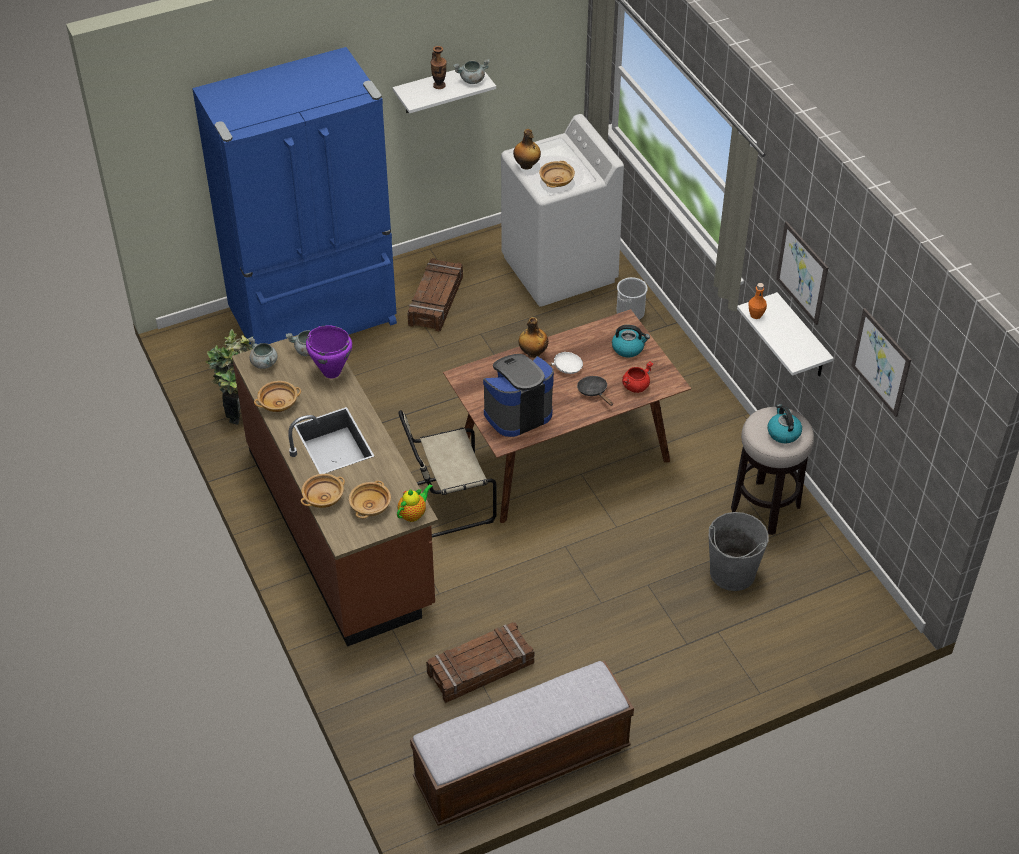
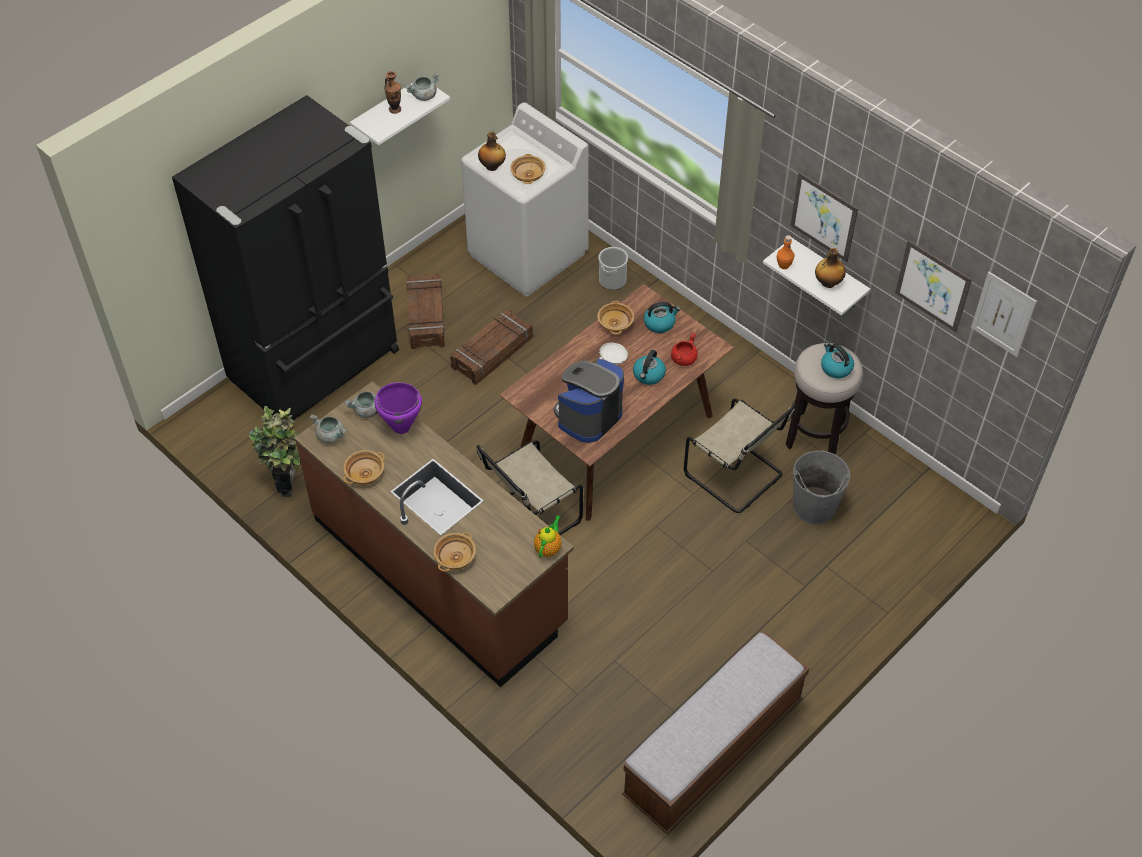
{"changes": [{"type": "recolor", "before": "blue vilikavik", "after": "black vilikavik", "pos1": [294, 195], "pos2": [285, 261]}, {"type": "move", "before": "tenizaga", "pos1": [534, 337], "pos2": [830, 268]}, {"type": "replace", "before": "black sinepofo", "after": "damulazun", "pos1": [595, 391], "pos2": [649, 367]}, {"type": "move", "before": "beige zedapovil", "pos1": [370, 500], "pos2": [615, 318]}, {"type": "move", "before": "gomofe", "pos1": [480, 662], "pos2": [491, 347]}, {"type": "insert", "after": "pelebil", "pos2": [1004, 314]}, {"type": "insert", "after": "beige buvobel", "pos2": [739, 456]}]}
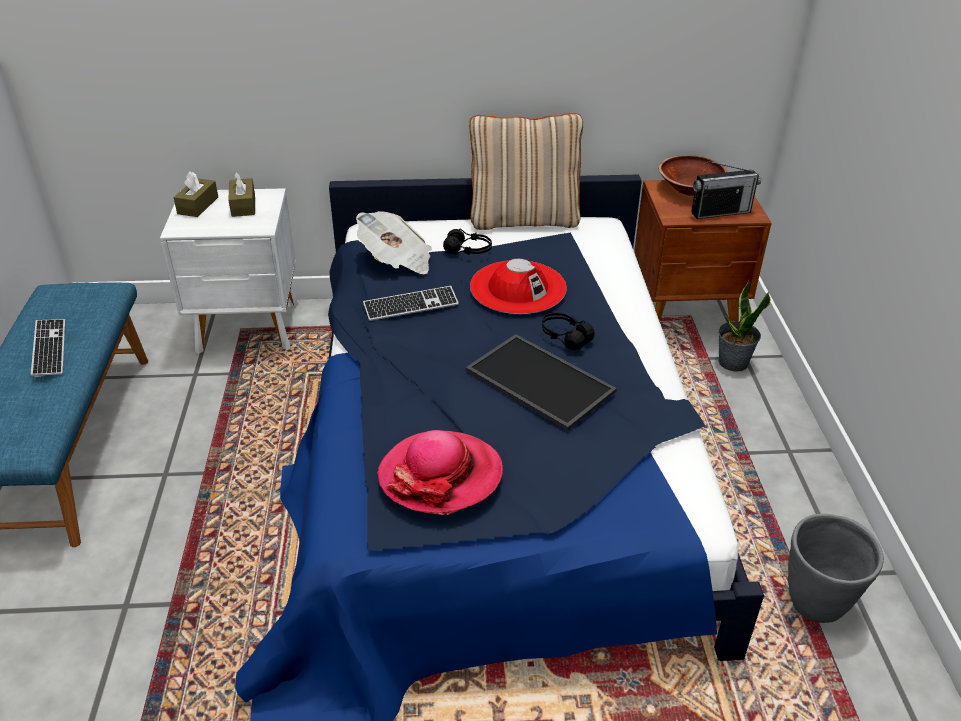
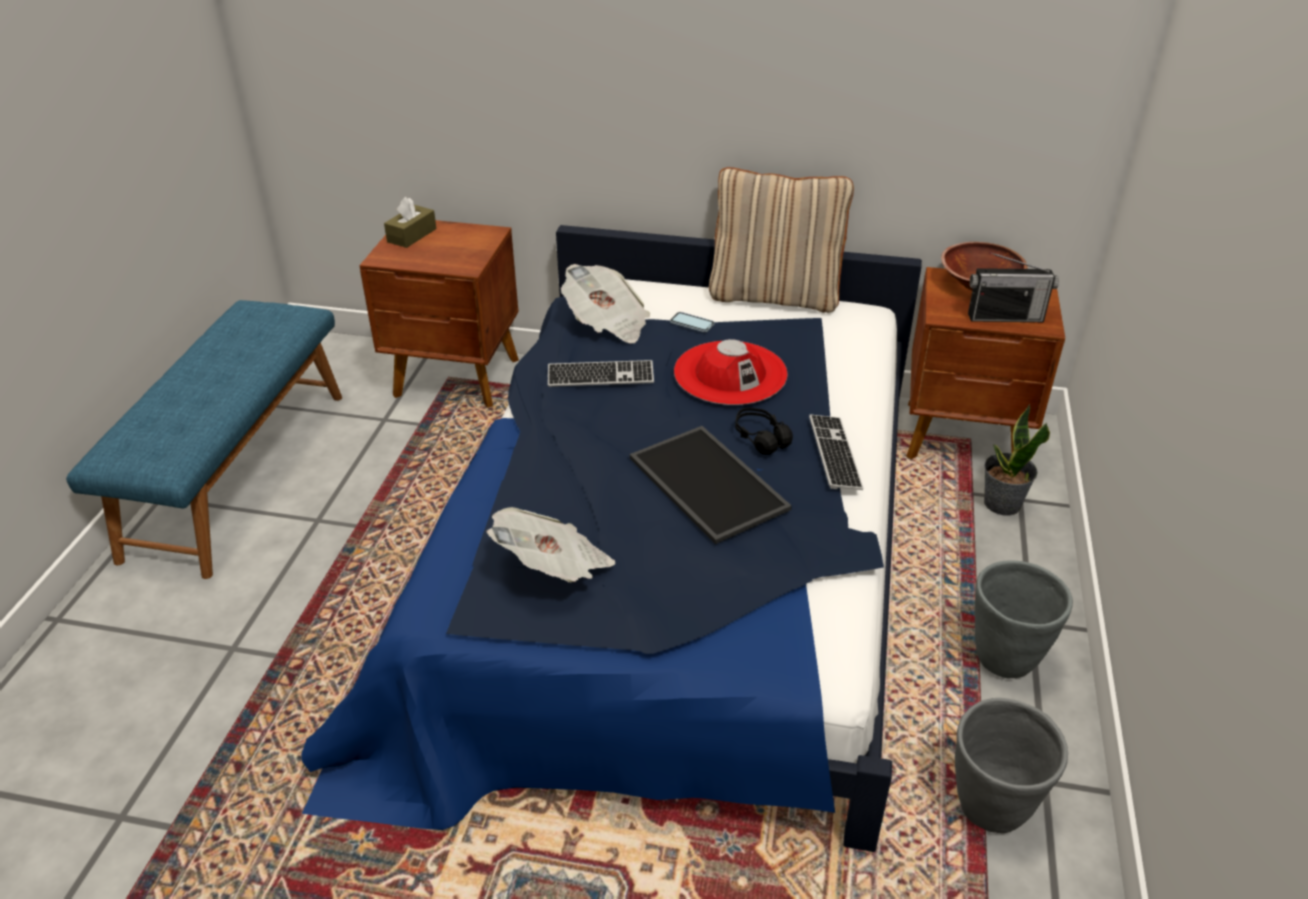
{"changes": [{"type": "delete", "before": "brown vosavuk", "pos1": [241, 194]}, {"type": "recolor", "before": "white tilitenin", "after": "brown tilitenin", "pos1": [229, 271], "pos2": [439, 314]}, {"type": "replace", "before": "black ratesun", "after": "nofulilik", "pos1": [467, 242], "pos2": [692, 322]}, {"type": "move", "before": "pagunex", "pos1": [48, 348], "pos2": [836, 452]}, {"type": "replace", "before": "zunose", "after": "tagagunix", "pos1": [440, 472], "pos2": [550, 544]}, {"type": "insert", "after": "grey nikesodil", "pos2": [1024, 619]}]}
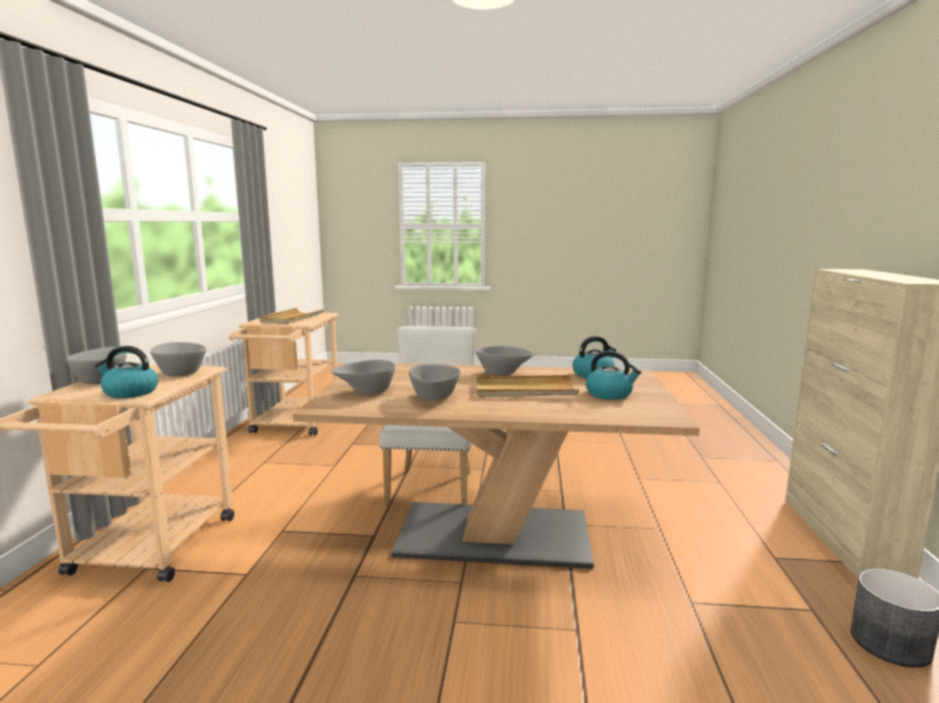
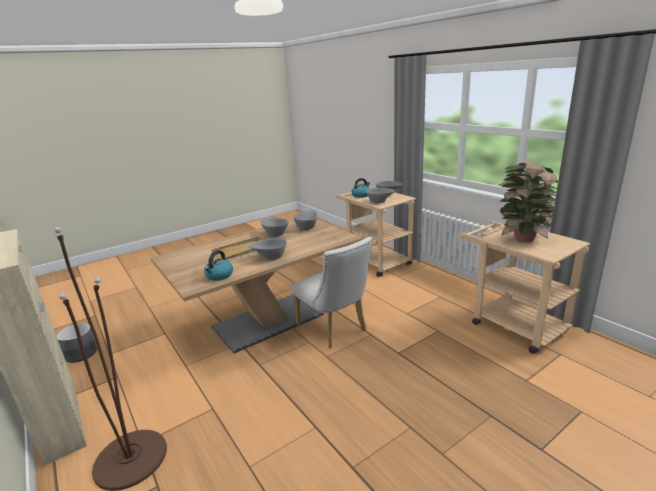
{"changes": [{"type": "replace", "before": "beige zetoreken", "after": "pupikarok", "pos1": [292, 316], "pos2": [530, 201]}, {"type": "delete", "before": "damulazun", "pos1": [614, 375]}, {"type": "insert", "after": "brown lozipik", "pos2": [110, 359]}]}
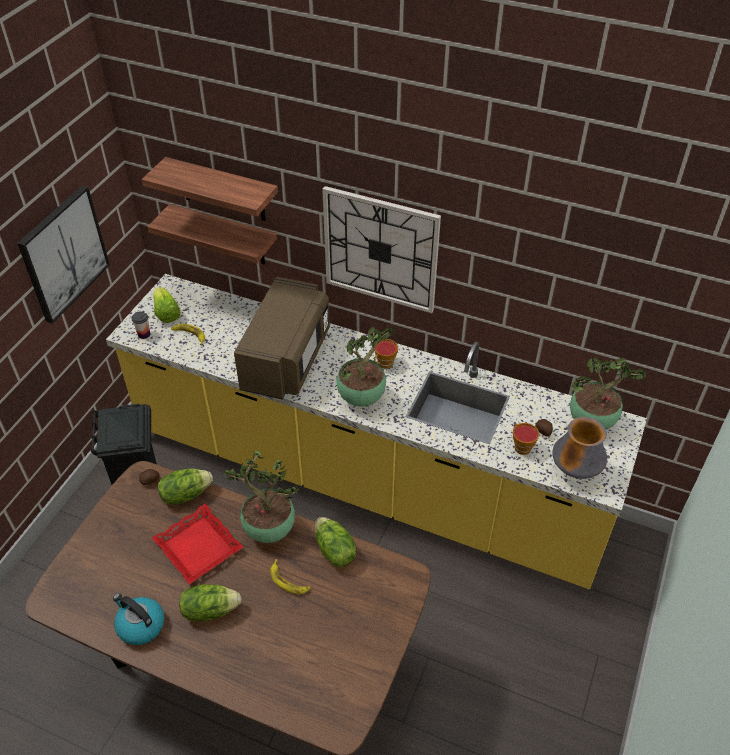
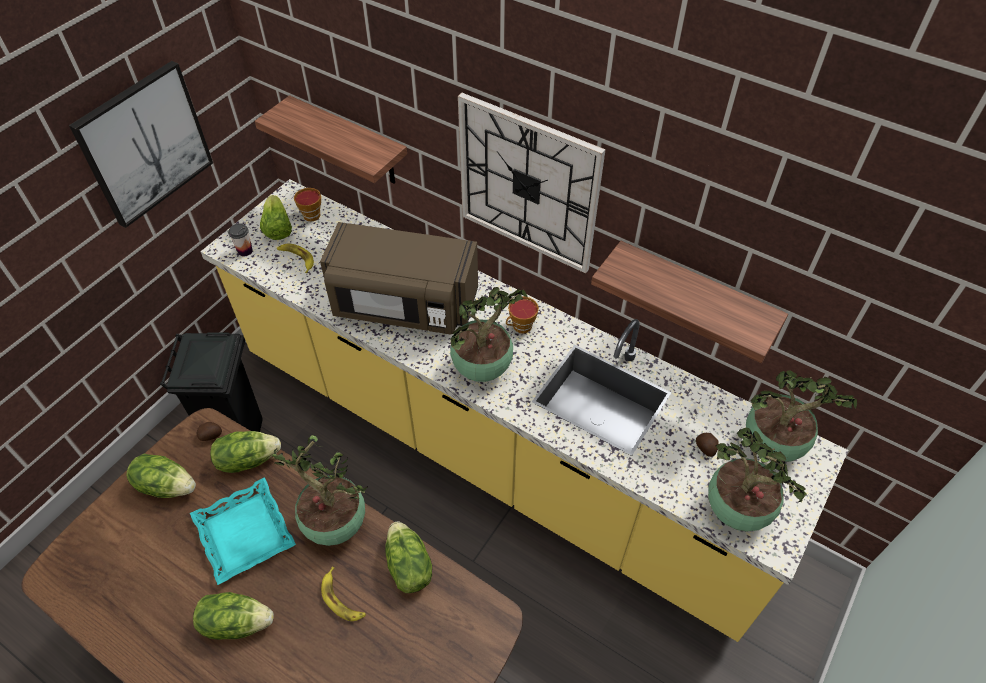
{"changes": [{"type": "move", "before": "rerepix", "pos1": [210, 189], "pos2": [689, 302]}, {"type": "rotate", "before": "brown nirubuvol", "pos1": [282, 338], "pos2": [399, 278], "turn": 75}, {"type": "replace", "before": "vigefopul", "after": "pupikarok", "pos1": [579, 448], "pos2": [758, 480]}, {"type": "move", "before": "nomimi", "pos1": [526, 439], "pos2": [307, 204]}, {"type": "recolor", "before": "red zetoreken", "after": "turquoise zetoreken", "pos1": [197, 544], "pos2": [243, 531]}, {"type": "delete", "before": "damulazun", "pos1": [138, 619]}, {"type": "insert", "after": "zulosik", "pos2": [161, 476]}]}
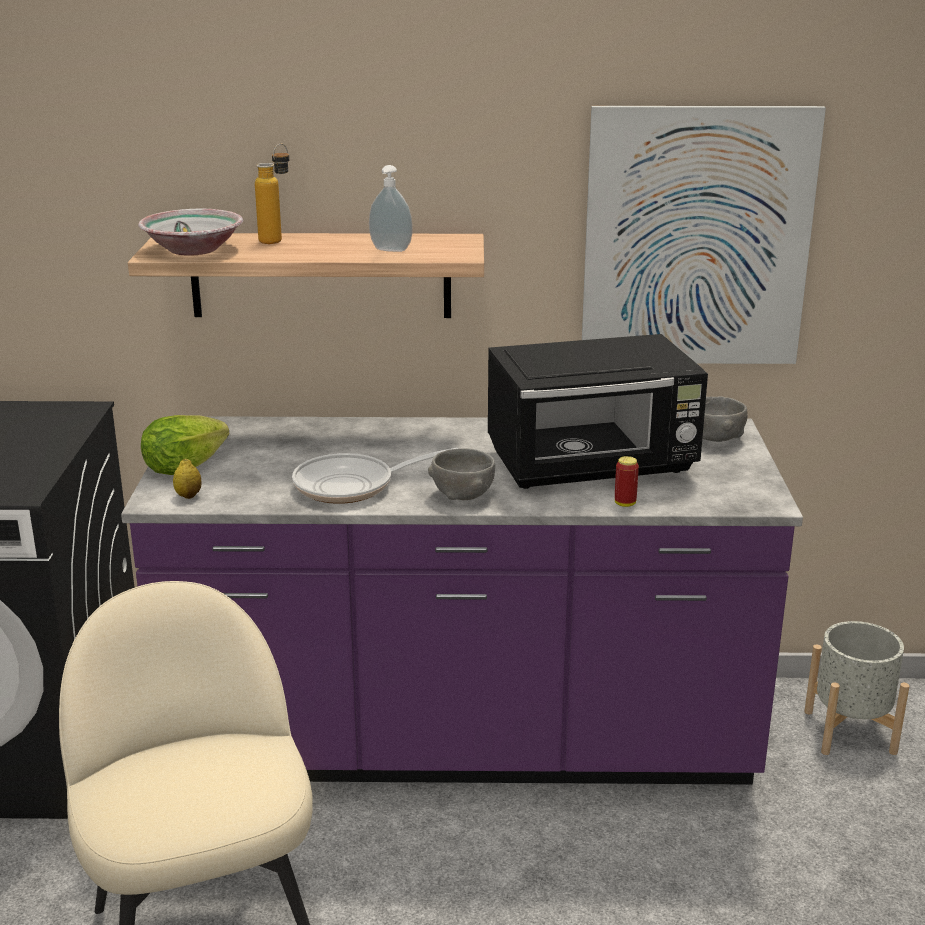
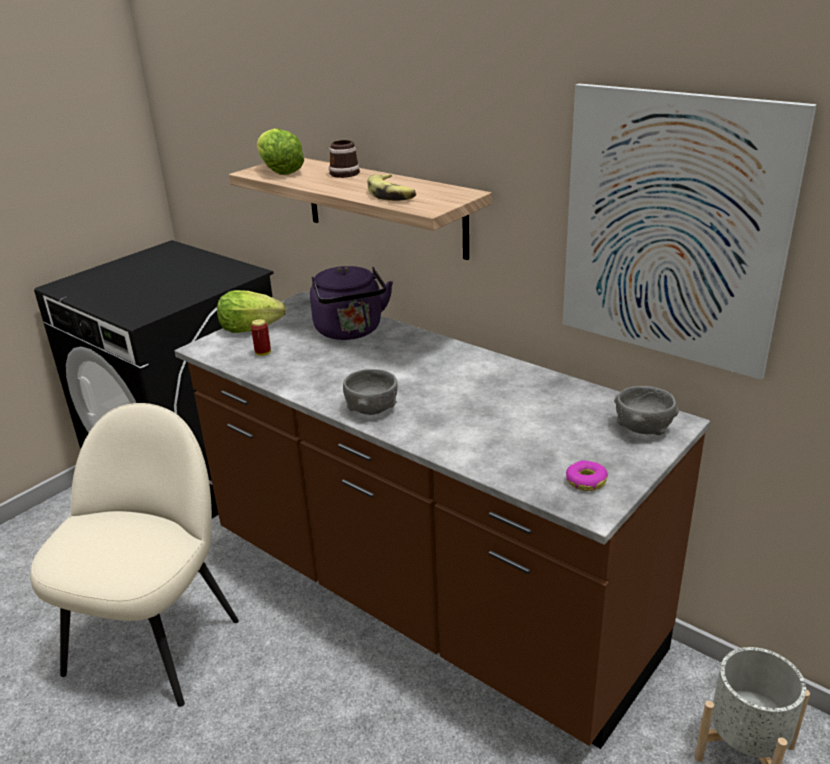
{"changes": [{"type": "replace", "before": "tenizaga", "after": "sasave", "pos1": [272, 194], "pos2": [344, 159]}, {"type": "replace", "before": "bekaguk", "after": "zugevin", "pos1": [391, 208], "pos2": [391, 187]}, {"type": "replace", "before": "zedapovil", "after": "zulosik", "pos1": [190, 232], "pos2": [280, 151]}, {"type": "delete", "before": "black nirubuvol", "pos1": [598, 411]}, {"type": "recolor", "before": "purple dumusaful", "after": "brown dumusaful", "pos1": [462, 600], "pos2": [442, 520]}, {"type": "delete", "before": "sinepofo", "pos1": [375, 475]}, {"type": "move", "before": "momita", "pos1": [627, 481], "pos2": [261, 337]}, {"type": "delete", "before": "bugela", "pos1": [187, 479]}, {"type": "insert", "after": "purple damulazun", "pos2": [351, 303]}, {"type": "insert", "after": "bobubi", "pos2": [587, 475]}]}
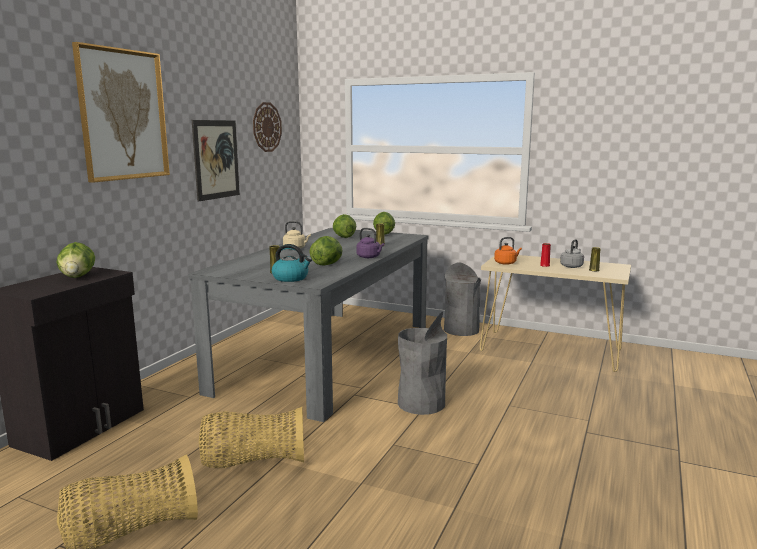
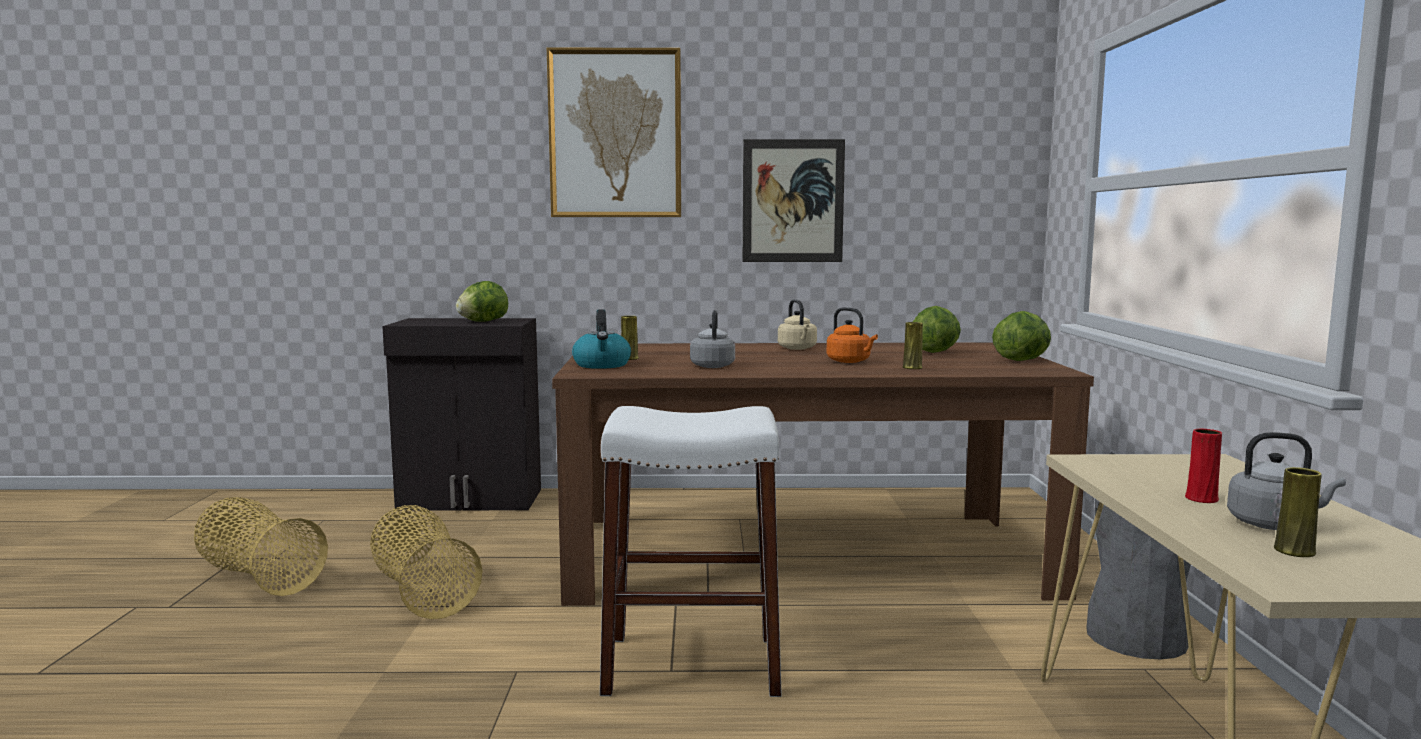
{"changes": [{"type": "delete", "before": "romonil", "pos1": [267, 127]}, {"type": "recolor", "before": "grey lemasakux", "after": "brown lemasakux", "pos1": [308, 325], "pos2": [823, 474]}, {"type": "delete", "before": "purple damulazun", "pos1": [370, 243]}, {"type": "replace", "before": "zulosik", "after": "grey damulazun", "pos1": [326, 250], "pos2": [712, 339]}, {"type": "move", "before": "orange damulazun", "pos1": [508, 251], "pos2": [852, 335]}, {"type": "replace", "before": "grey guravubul", "after": "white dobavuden", "pos1": [422, 363], "pos2": [691, 551]}]}
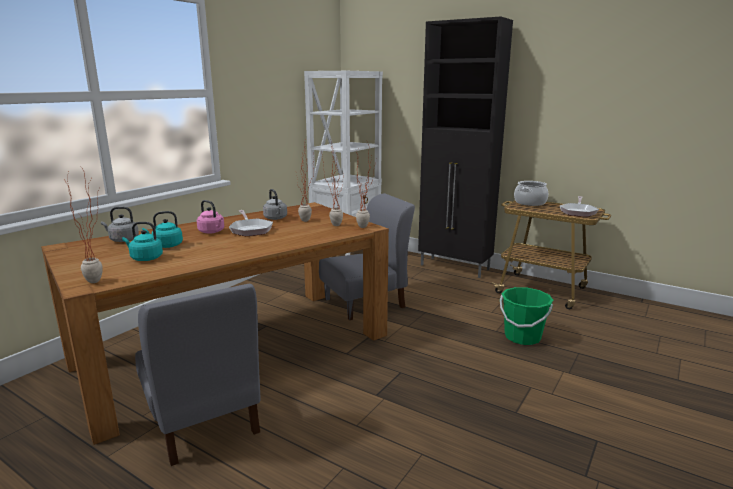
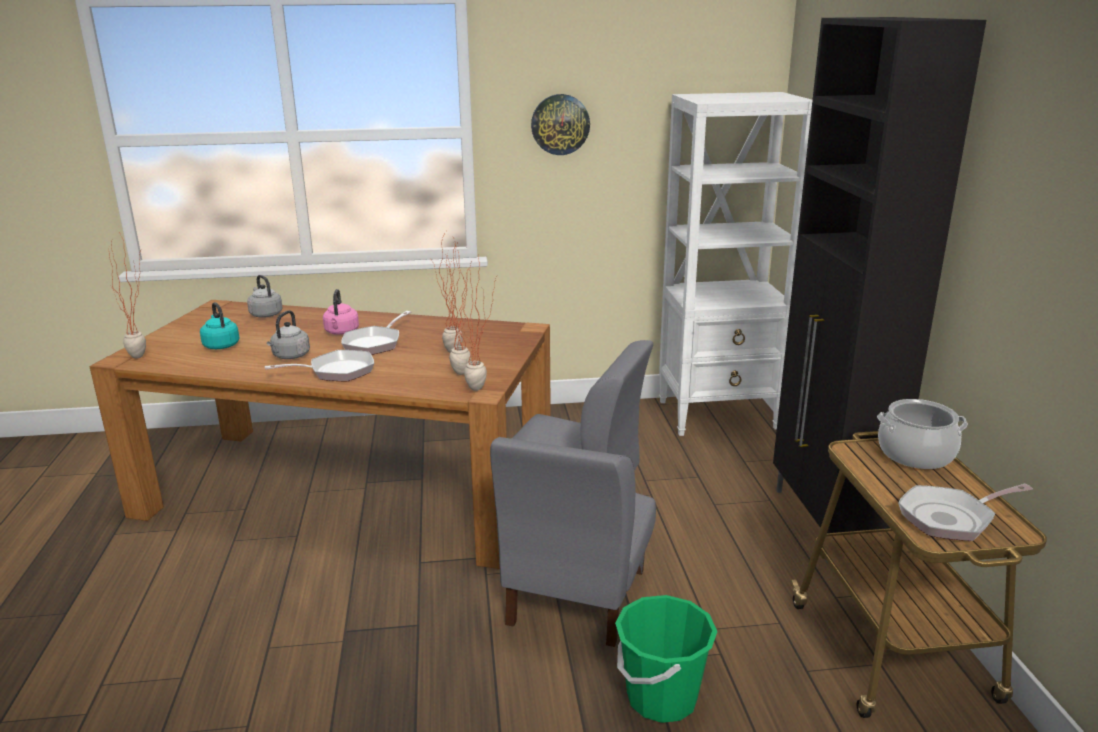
{"changes": [{"type": "move", "before": "grey damulazun", "pos1": [275, 204], "pos2": [288, 334]}, {"type": "delete", "before": "turquoise damulazun", "pos1": [162, 229]}, {"type": "move", "before": "grey buvobel", "pos1": [198, 374], "pos2": [573, 542]}, {"type": "insert", "after": "romonil", "pos2": [560, 124]}, {"type": "insert", "after": "sinepofo", "pos2": [319, 365]}]}
